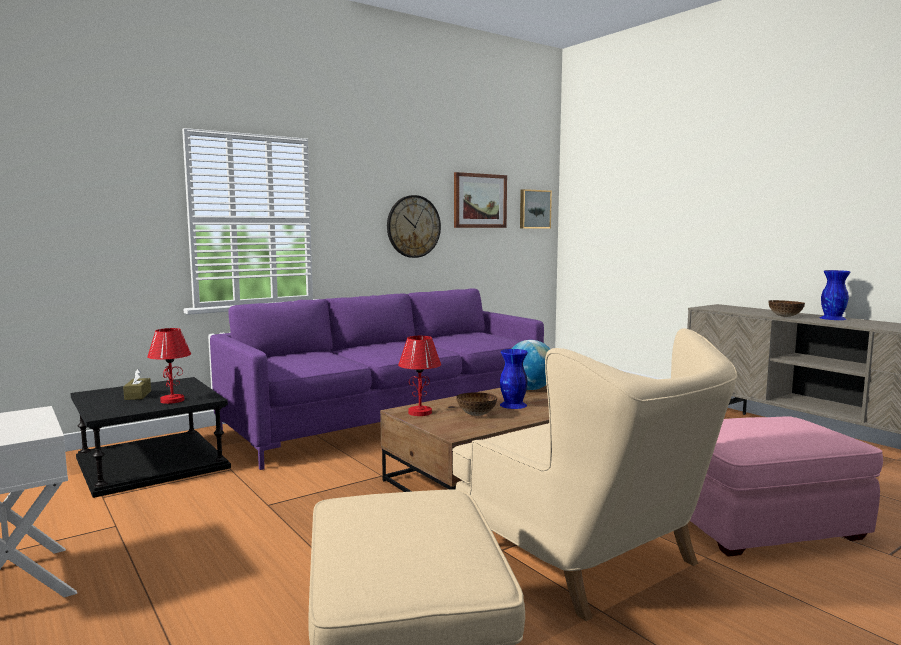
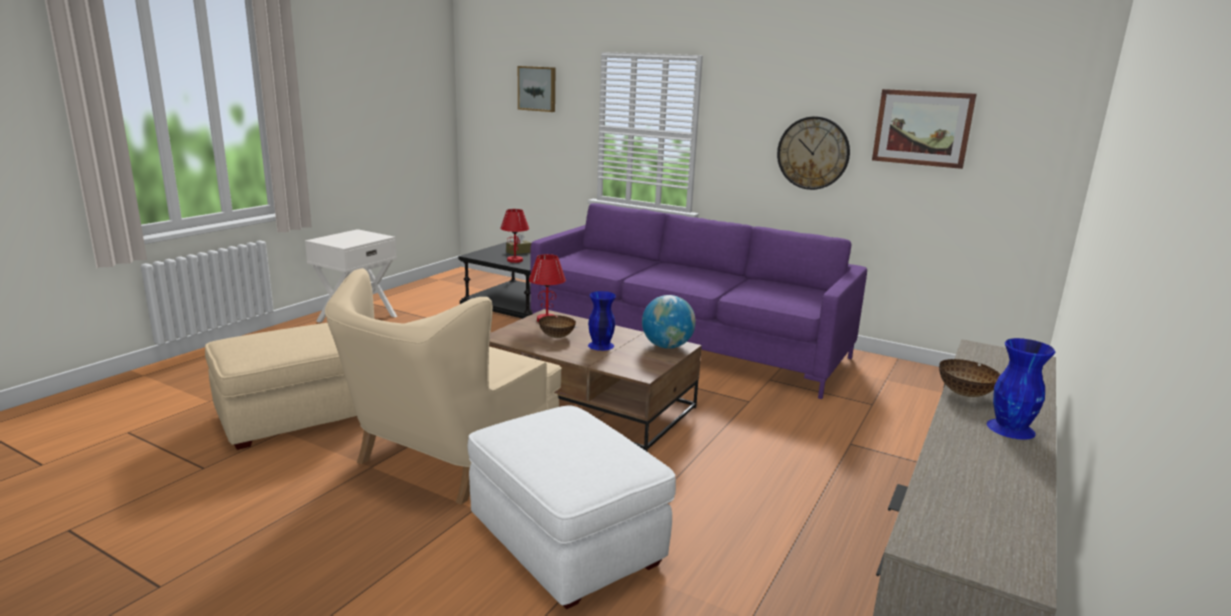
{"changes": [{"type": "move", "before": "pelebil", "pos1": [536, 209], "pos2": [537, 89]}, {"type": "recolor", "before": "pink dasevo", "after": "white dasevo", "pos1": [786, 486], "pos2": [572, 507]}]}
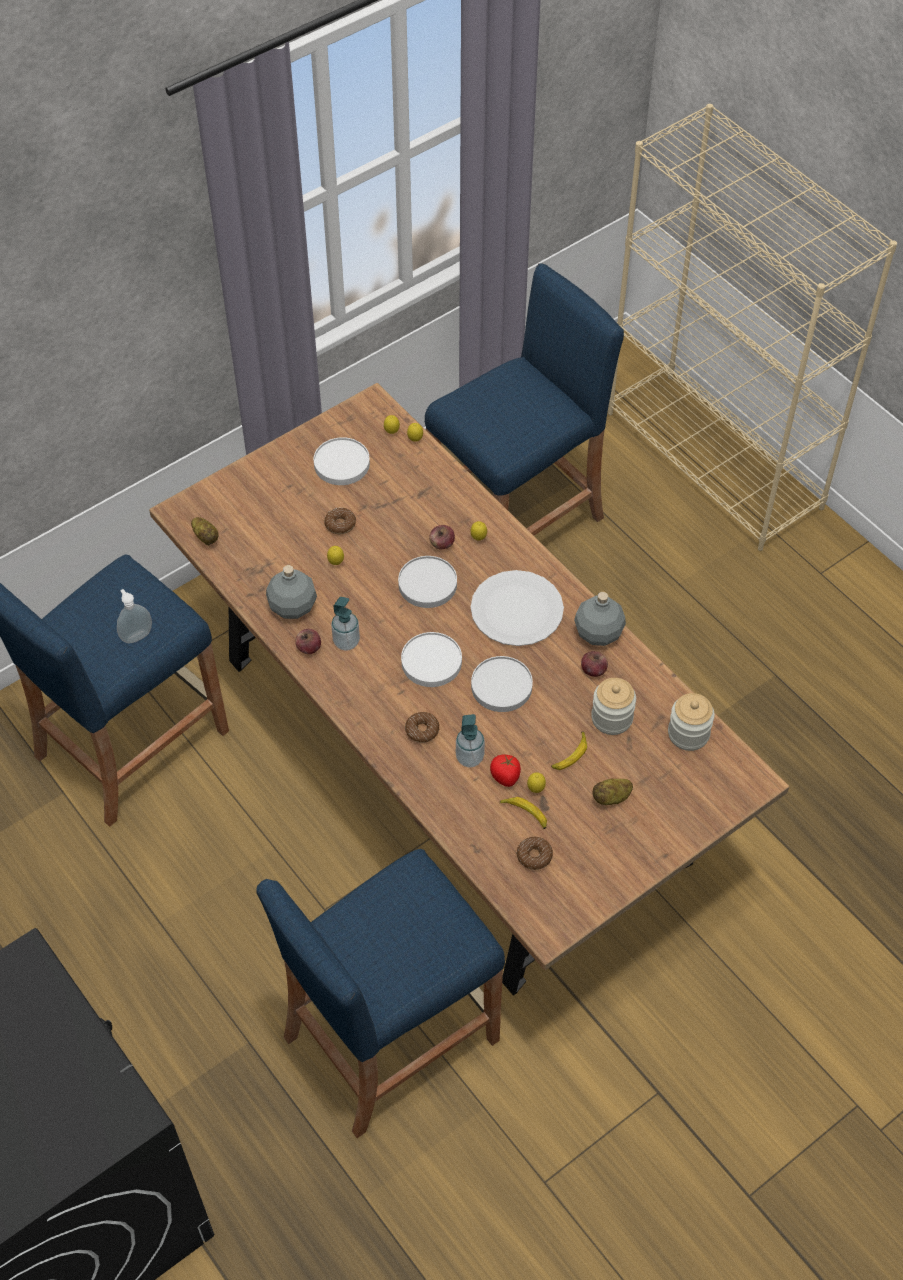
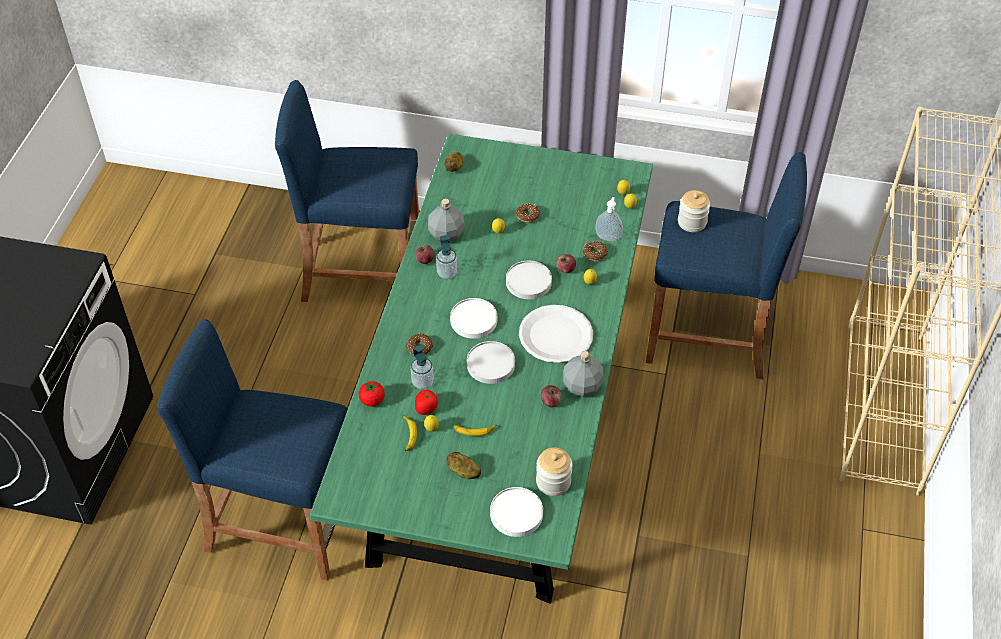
{"changes": [{"type": "recolor", "before": "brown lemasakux", "after": "green lemasakux", "pos1": [469, 689], "pos2": [481, 369]}, {"type": "move", "before": "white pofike", "pos1": [342, 461], "pos2": [516, 512]}, {"type": "move", "before": "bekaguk", "pos1": [134, 616], "pos2": [609, 219]}, {"type": "move", "before": "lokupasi", "pos1": [613, 706], "pos2": [694, 211]}, {"type": "move", "before": "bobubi", "pos1": [535, 853], "pos2": [595, 251]}, {"type": "insert", "after": "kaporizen", "pos2": [372, 393]}]}
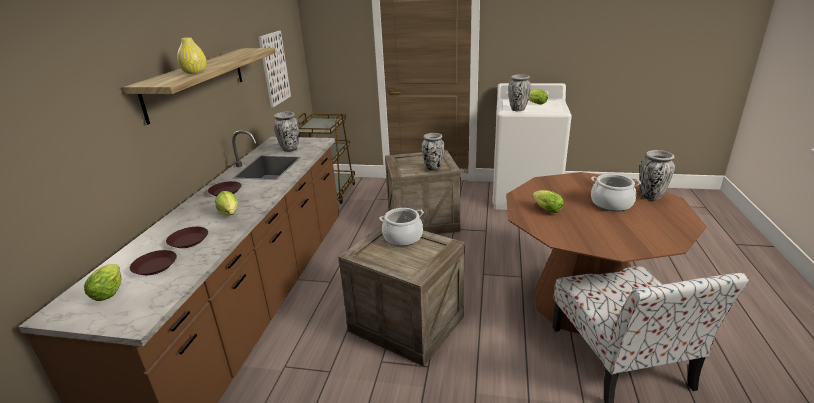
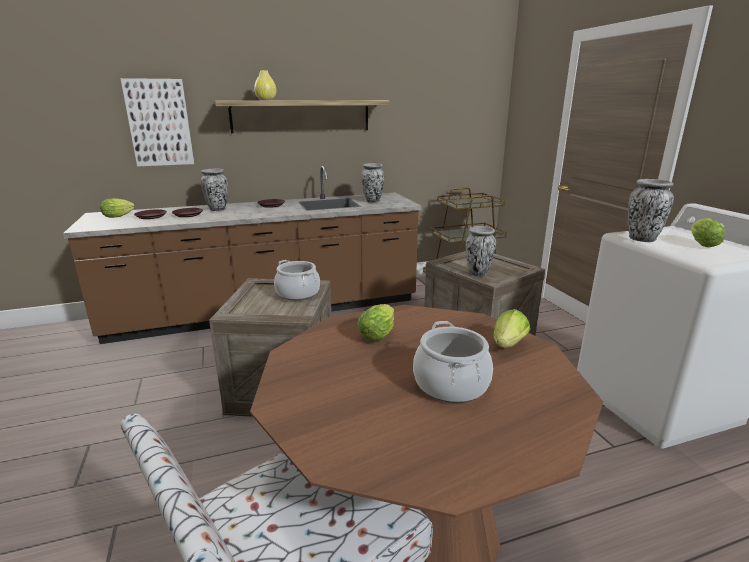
{"changes": [{"type": "move", "before": "pelebil", "pos1": [274, 69], "pos2": [157, 122]}, {"type": "move", "before": "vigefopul", "pos1": [657, 175], "pos2": [214, 190]}, {"type": "move", "before": "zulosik", "pos1": [226, 203], "pos2": [511, 328]}]}
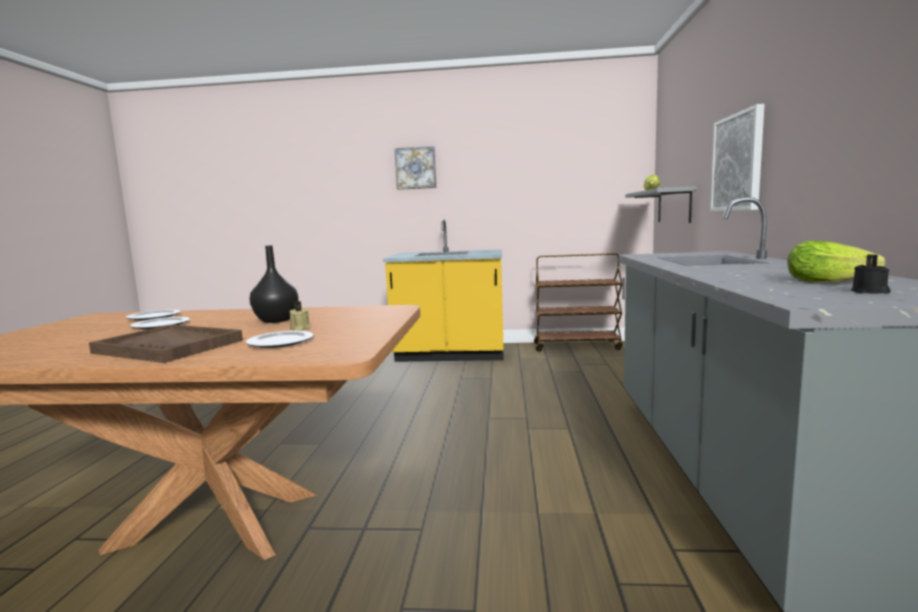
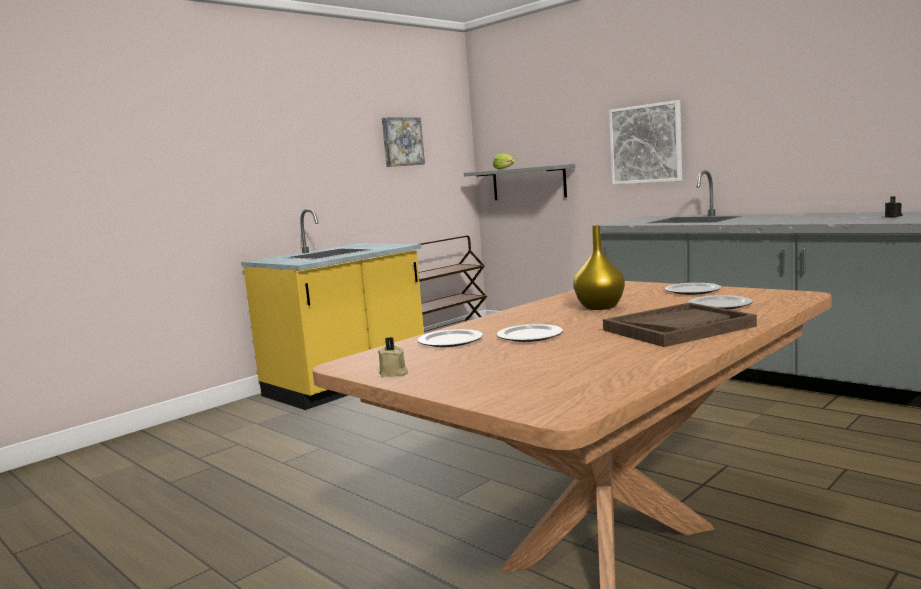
{"changes": [{"type": "move", "before": "pelebil", "pos1": [415, 168], "pos2": [403, 142]}, {"type": "delete", "before": "zulosik", "pos1": [836, 261]}, {"type": "recolor", "before": "black vigefopul", "after": "yellow vigefopul", "pos1": [274, 284], "pos2": [599, 267]}, {"type": "move", "before": "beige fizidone", "pos1": [300, 316], "pos2": [393, 357]}, {"type": "insert", "after": "pofike", "pos2": [693, 289]}]}
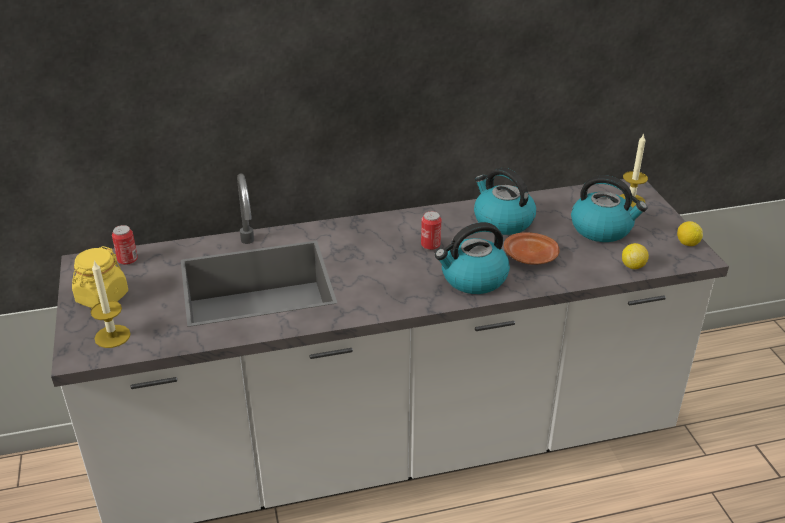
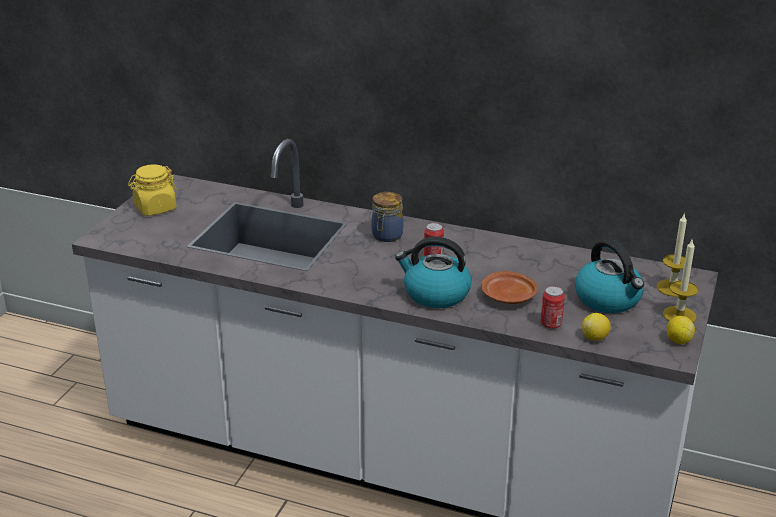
{"changes": [{"type": "delete", "before": "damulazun", "pos1": [505, 201]}, {"type": "move", "before": "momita", "pos1": [125, 245], "pos2": [553, 307]}, {"type": "move", "before": "fizidone", "pos1": [111, 304], "pos2": [681, 281]}, {"type": "insert", "after": "lokupasi", "pos2": [387, 217]}]}
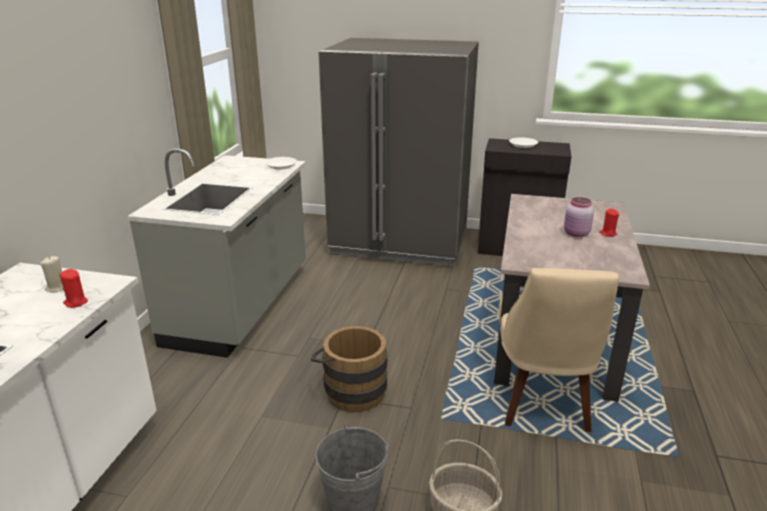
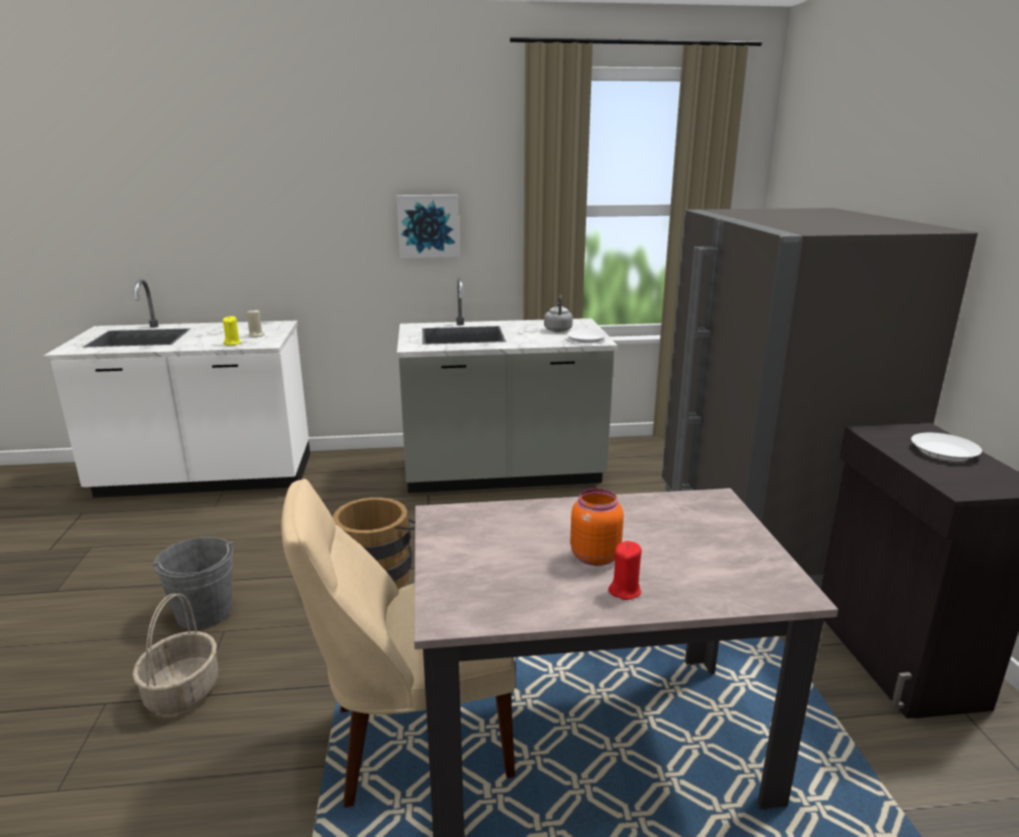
{"changes": [{"type": "recolor", "before": "pink lokupasi", "after": "orange lokupasi", "pos1": [579, 217], "pos2": [597, 527]}, {"type": "recolor", "before": "red fizidone", "after": "yellow fizidone", "pos1": [74, 288], "pos2": [232, 330]}, {"type": "insert", "after": "pelebil", "pos2": [428, 226]}, {"type": "insert", "after": "grey damulazun", "pos2": [558, 313]}]}
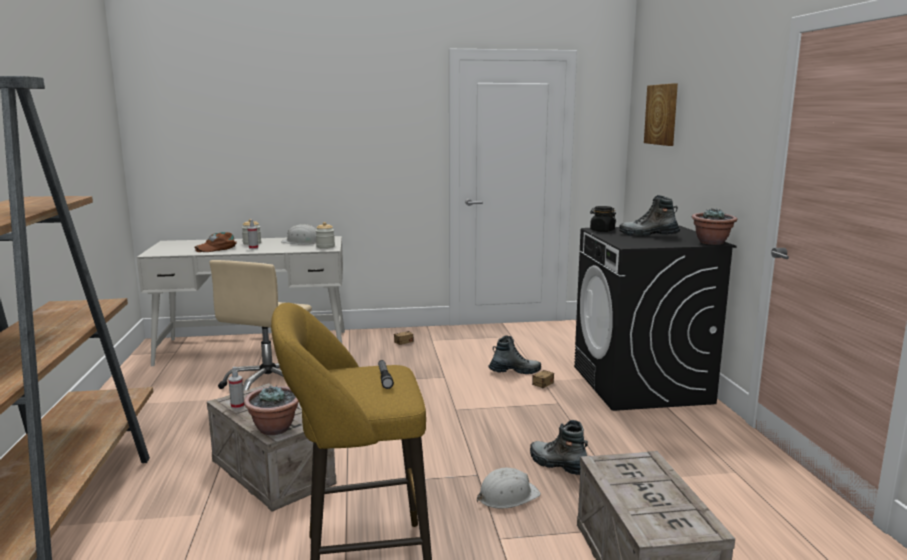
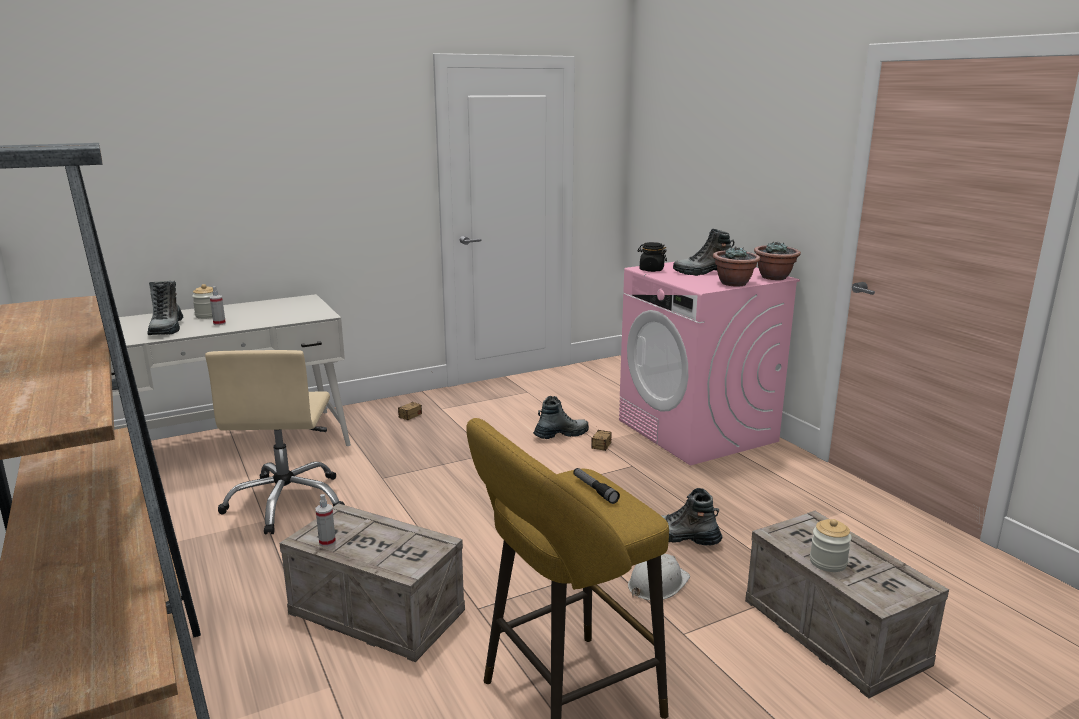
{"changes": [{"type": "delete", "before": "pelebil", "pos1": [661, 114]}, {"type": "move", "before": "lokupasi", "pos1": [325, 235], "pos2": [831, 545]}, {"type": "delete", "before": "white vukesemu", "pos1": [298, 234]}, {"type": "recolor", "before": "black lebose", "after": "pink lebose", "pos1": [655, 318], "pos2": [709, 363]}, {"type": "replace", "before": "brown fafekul", "after": "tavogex", "pos1": [216, 242], "pos2": [165, 308]}, {"type": "move", "before": "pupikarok", "pos1": [271, 410], "pos2": [737, 267]}]}
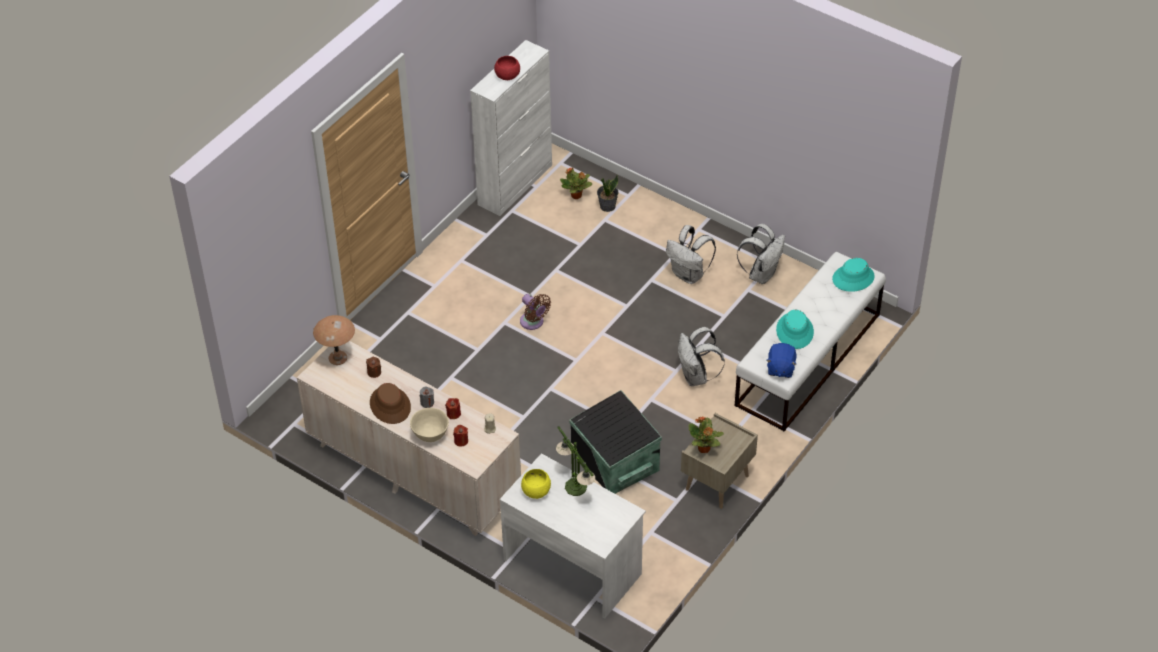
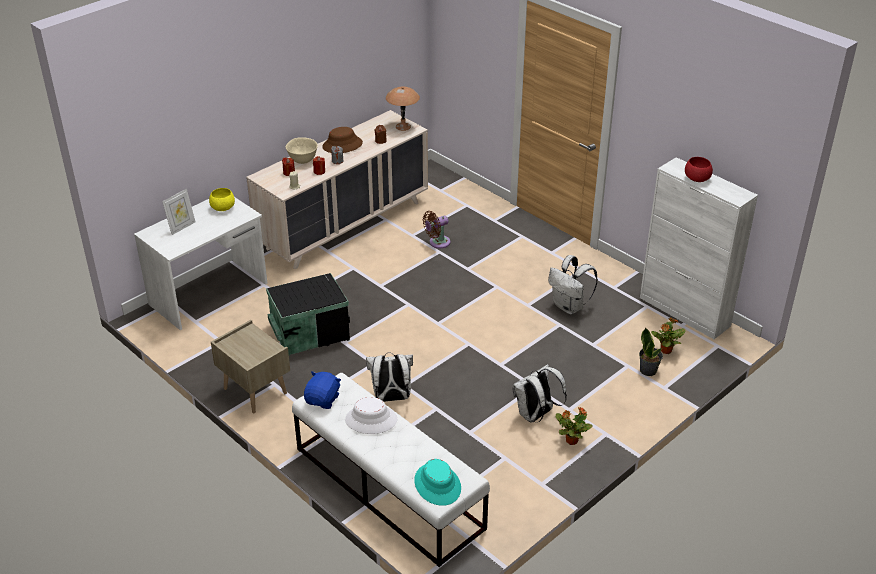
{"changes": [{"type": "move", "before": "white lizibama", "pos1": [761, 254], "pos2": [573, 284]}, {"type": "move", "before": "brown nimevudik", "pos1": [535, 312], "pos2": [436, 229]}, {"type": "recolor", "before": "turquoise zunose", "after": "white zunose", "pos1": [795, 329], "pos2": [371, 415]}, {"type": "rotate", "before": "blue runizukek", "pos1": [781, 360], "pos2": [322, 390], "turn": 90}, {"type": "move", "before": "pupikarok", "pos1": [706, 435], "pos2": [573, 426]}, {"type": "delete", "before": "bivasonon", "pos1": [575, 461]}, {"type": "insert", "after": "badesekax", "pos2": [179, 212]}]}
